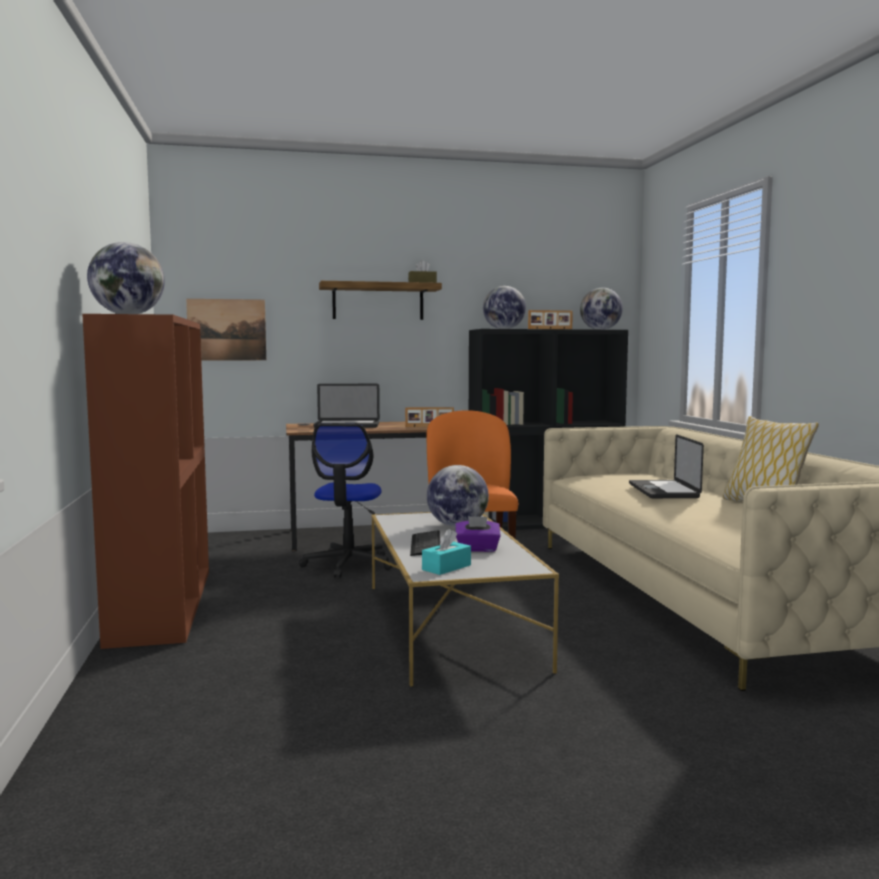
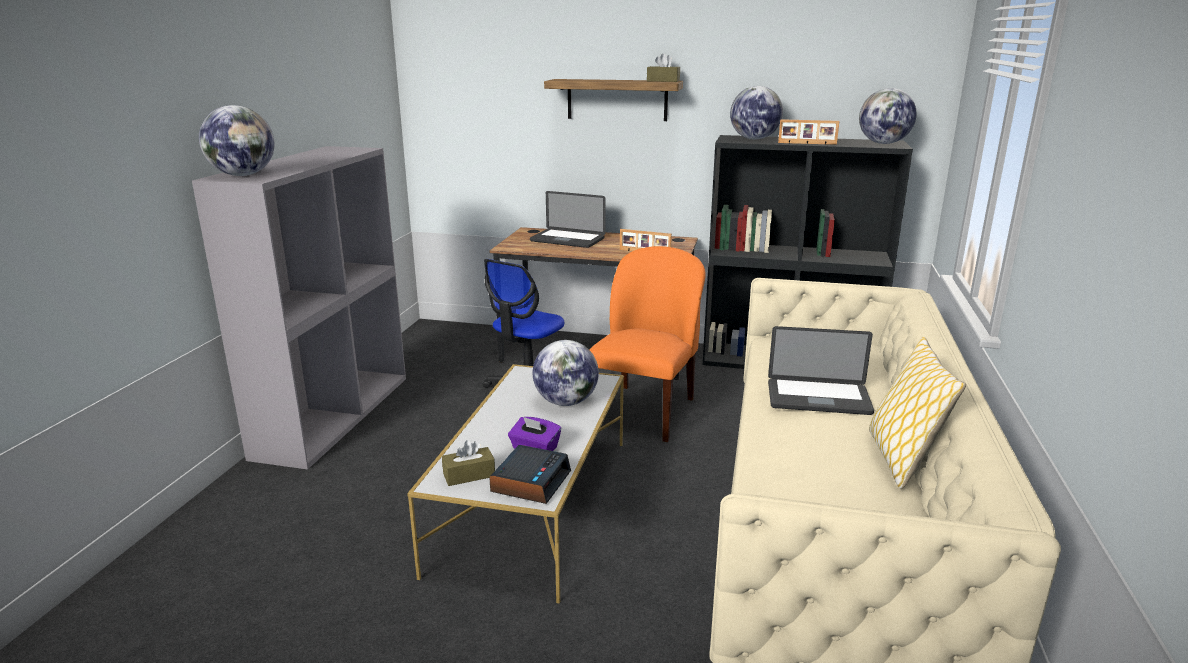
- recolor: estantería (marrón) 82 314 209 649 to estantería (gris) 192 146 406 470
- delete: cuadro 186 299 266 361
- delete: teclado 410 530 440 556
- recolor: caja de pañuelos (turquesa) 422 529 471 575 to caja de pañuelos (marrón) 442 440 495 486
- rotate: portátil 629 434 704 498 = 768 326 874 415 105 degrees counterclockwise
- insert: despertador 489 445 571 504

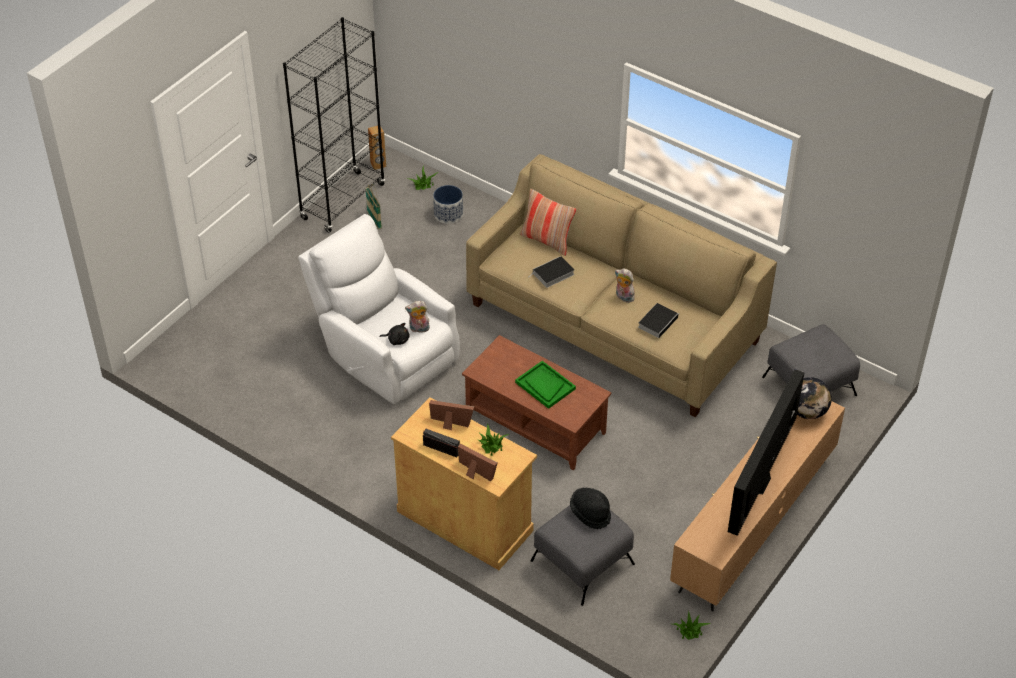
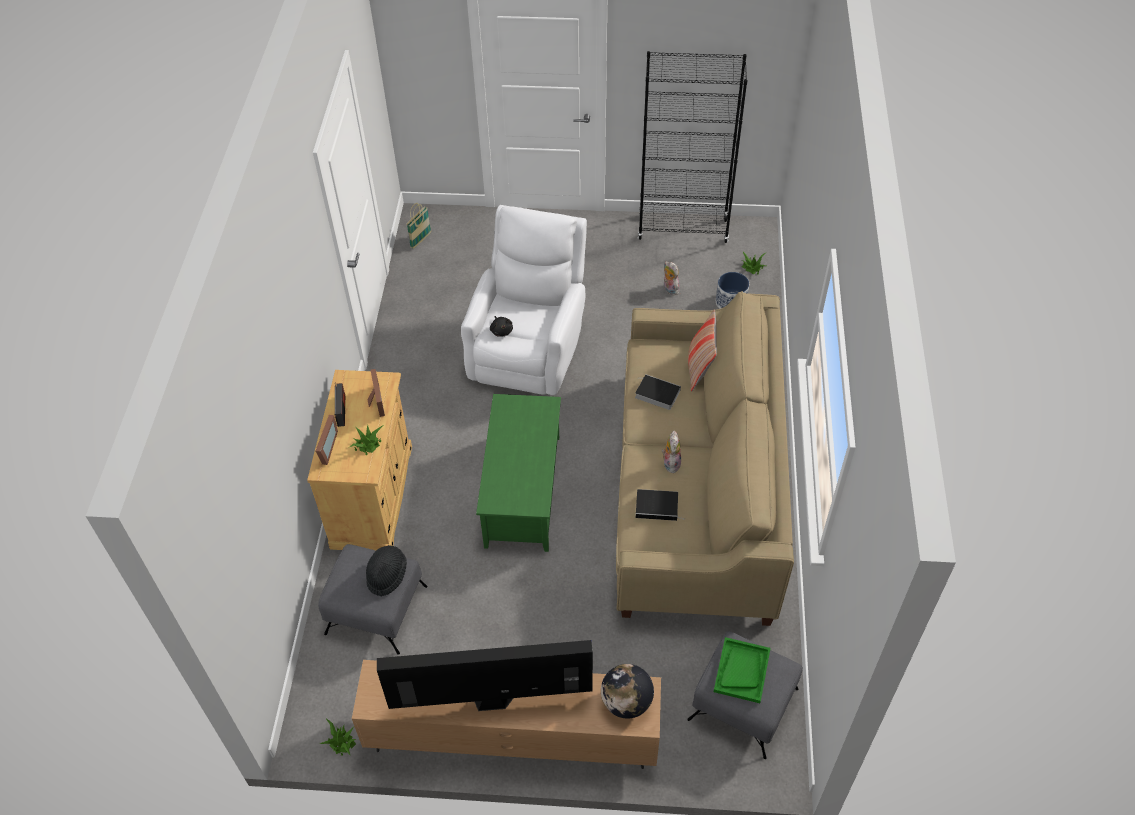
- move: cesta 365 184 382 229 to 406 203 431 249
- delete: altavoz (marrón) 368 125 386 170
- move: peluche 405 301 430 333 to 664 262 680 295
- recolor: mesa de centro (marrón) 462 335 611 470 to mesa de centro (verde) 476 394 561 552
- move: bandeja (verde) 515 361 576 409 to 714 637 771 703

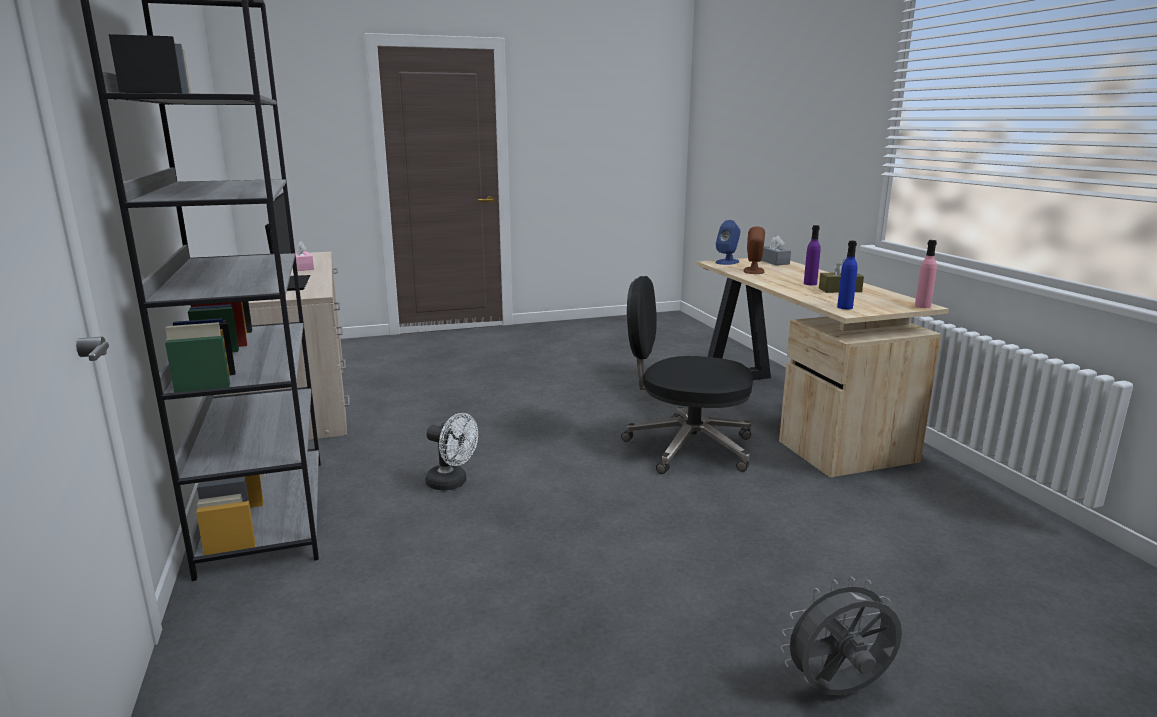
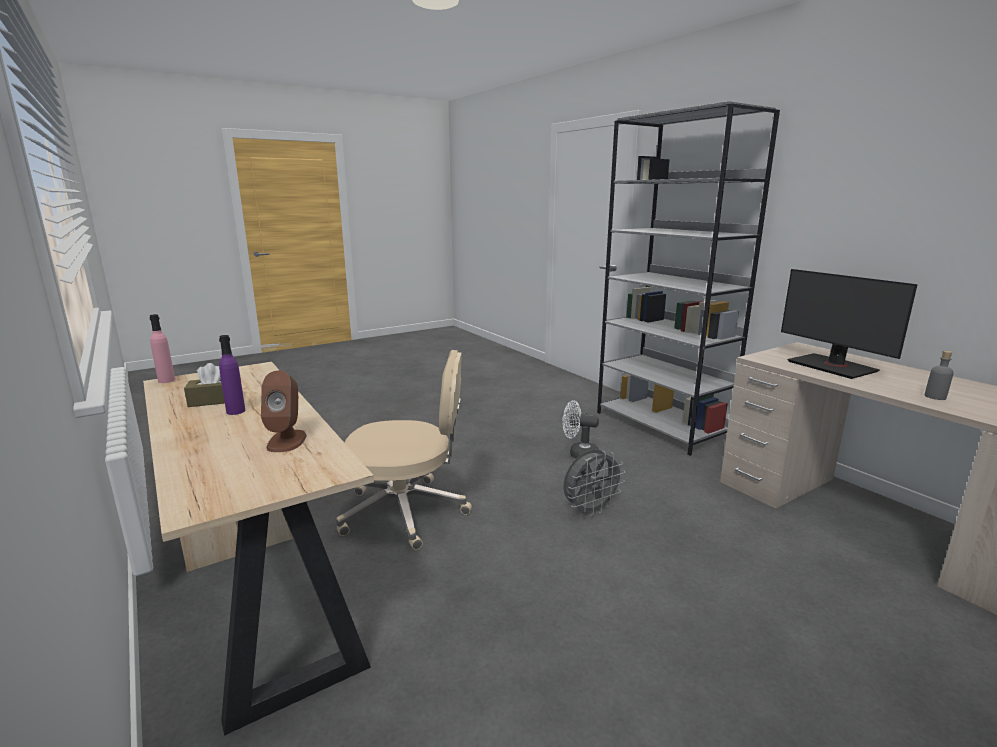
- replace: caja de pañuelos (rosa) 295 241 314 271 to botella (gris) 925 351 954 400
- recolor: silla de oficina (negro) 621 276 753 474 to silla de oficina (beis) 336 350 472 550
- delete: altavoz (azul) 715 220 740 265
- delete: caja de pañuelos (gris) 761 236 791 265
- move: ventilador (gris) 780 577 902 695 to 563 450 625 516
- delete: botella (azul) 837 241 857 309

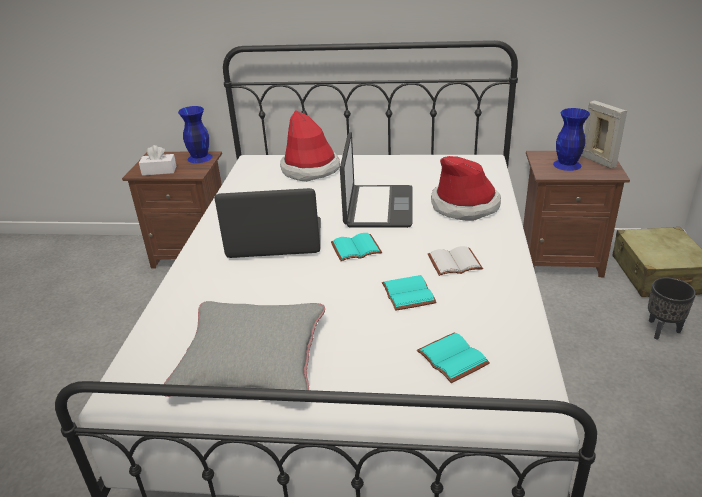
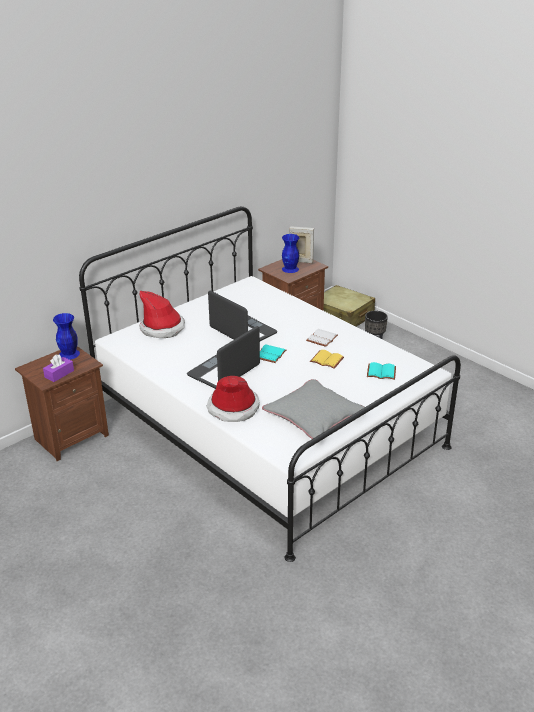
- recolor: caja de pañuelos (blanco) 139 145 176 176 to caja de pañuelos (morado) 43 355 74 382
- recolor: libro (turquesa) 382 275 437 311 to libro (amarillo) 310 350 344 369
- move: sombrero 431 156 501 221 to 206 376 260 422

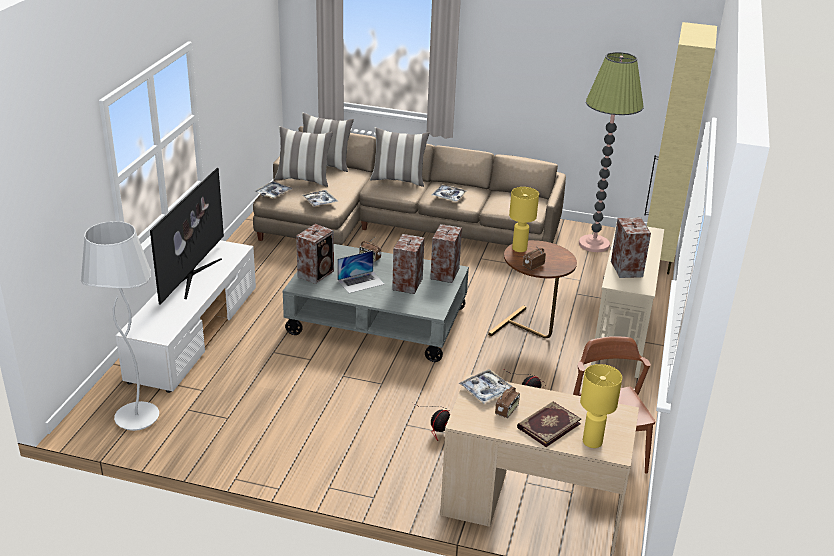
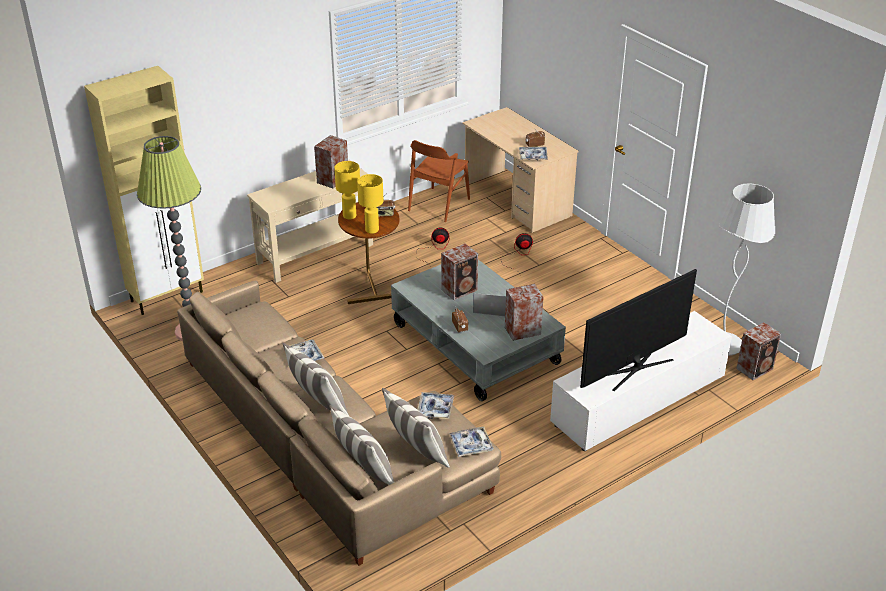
- move: altavoz 430 224 462 283 to 736 322 781 380
- delete: libro 517 401 581 447
- move: lámpara de mesa (amarillo) 580 364 622 448 to 334 161 360 219

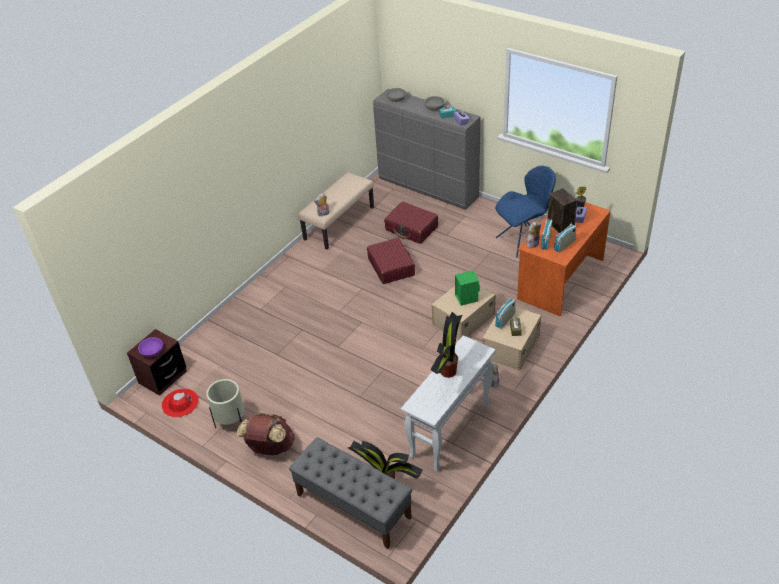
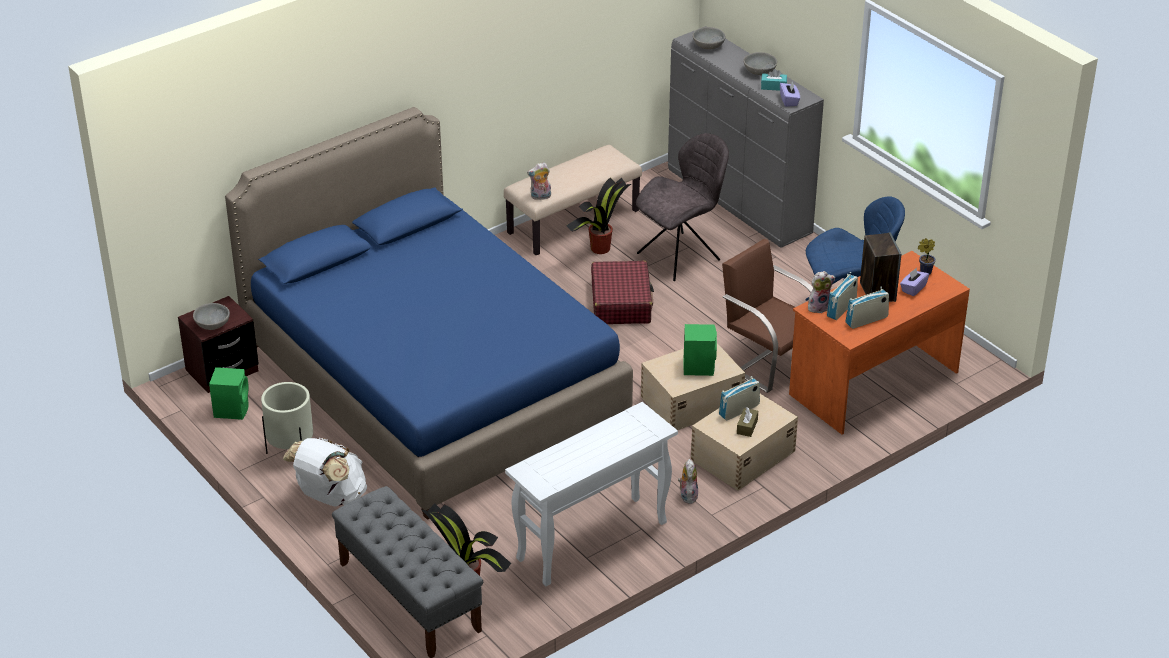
- recolor: cuenco (morado) 138 337 163 357 to cuenco (gris) 193 303 230 330
- replace: sombrero (rojo) 162 388 199 417 to altavoz (verde) 209 367 249 420
- recolor: mochila (marrón) 237 413 295 455 to mochila (blanco) 283 438 367 507
- replace: maleta (rojo) 384 202 438 244 to silla (gris) 636 133 729 281
- move: planta en maceta 431 312 463 378 to 566 177 631 254
- insert: cama (azul) 225 107 633 520
- insert: silla (marrón) 722 239 813 393

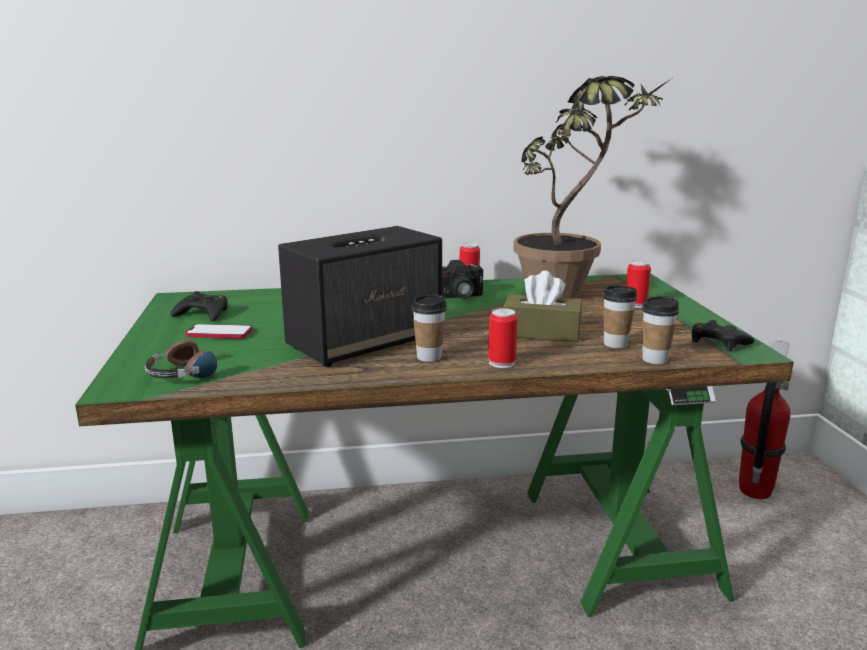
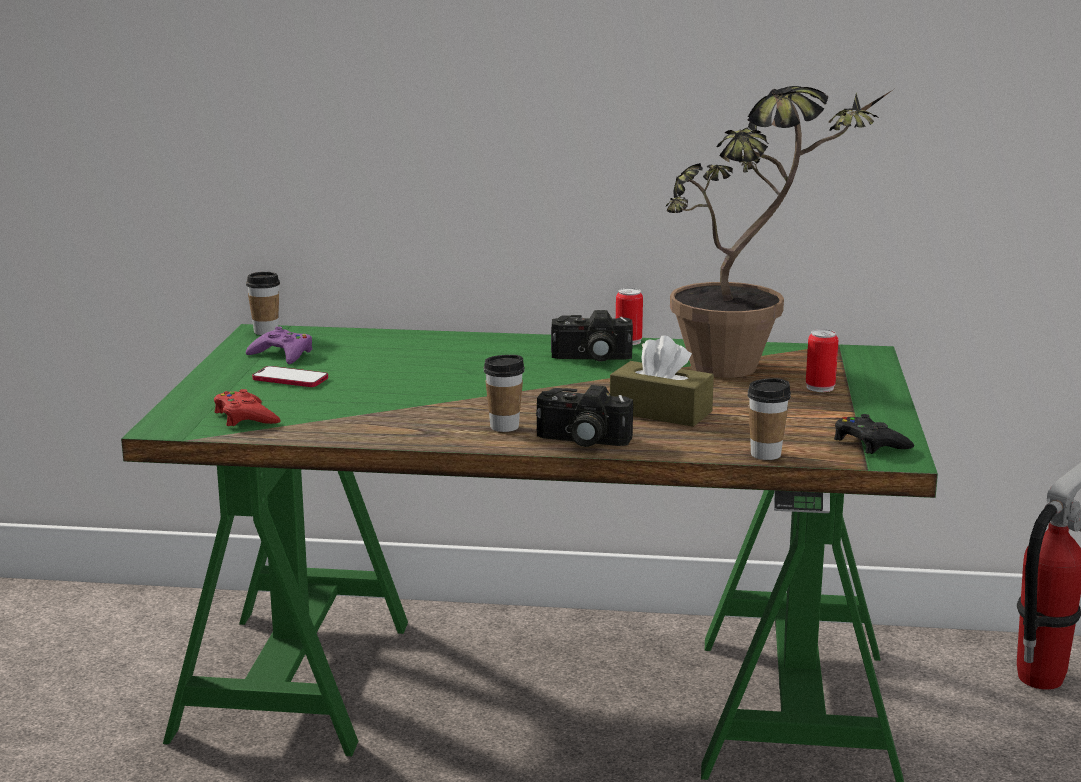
- replace: auriculares 145 340 236 378 to mando de consola (rojo) 214 389 281 427
- recolor: mando de consola (negro) 171 291 228 321 to mando de consola (morado) 246 327 313 364
- delete: altavoz 278 226 442 367
- replace: lata 488 308 517 368 to cámara 536 385 633 447
- move: taza 602 285 637 348 to 246 272 280 335

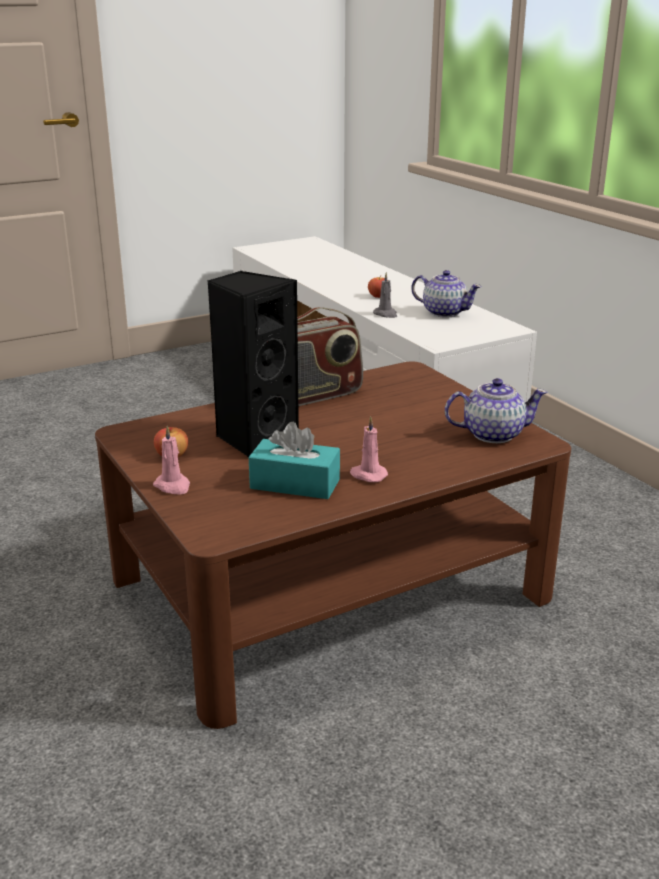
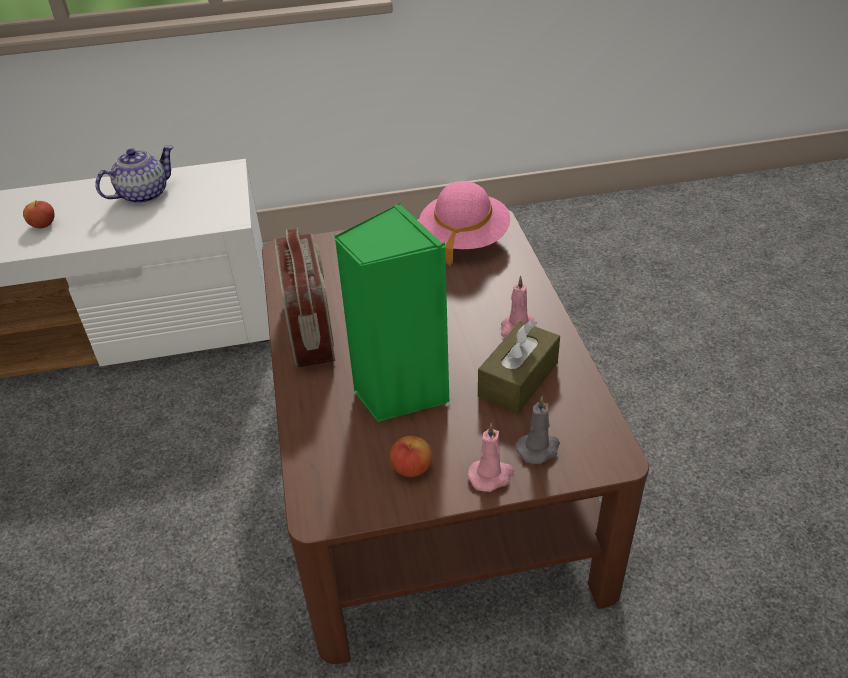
- recolor: altavoz (negro) 207 271 299 458 to altavoz (verde) 333 203 449 422
- recolor: caja de pañuelos (turquesa) 249 422 340 499 to caja de pañuelos (marrón) 478 320 560 414
- move: vela (gris) 373 272 397 318 to 516 396 560 464
- replace: tetera 445 378 548 443 to sombrero (rosa) 419 181 510 265

